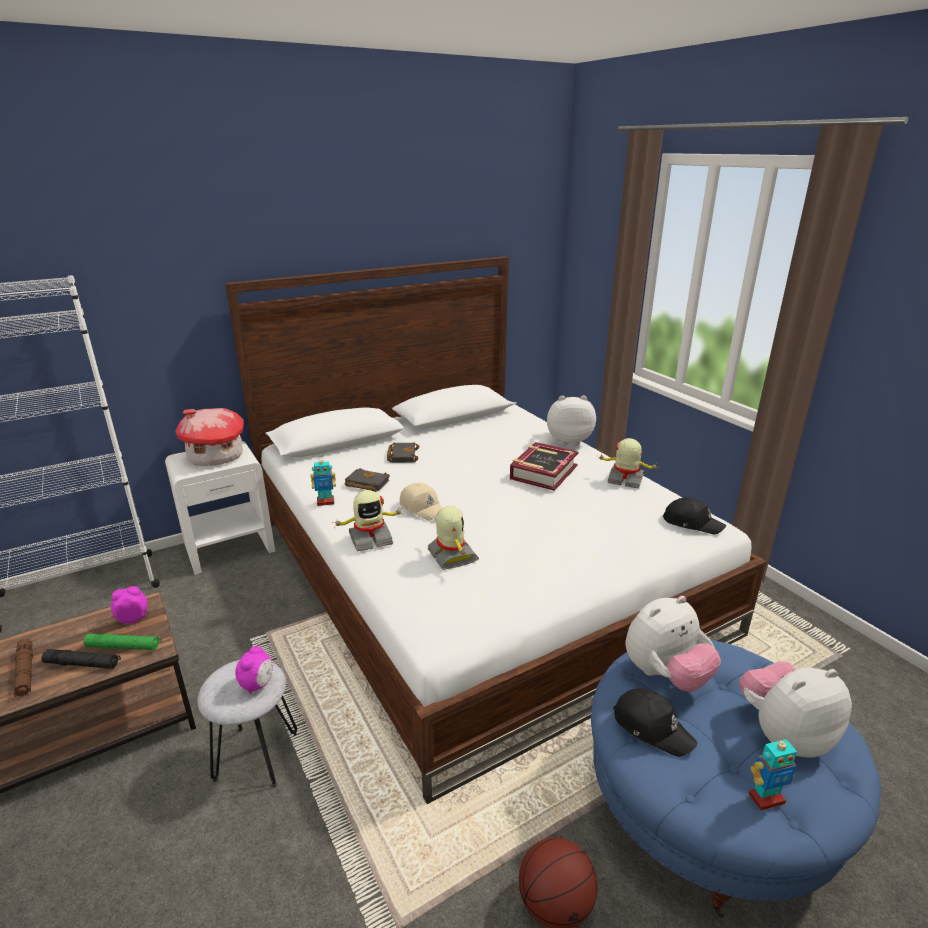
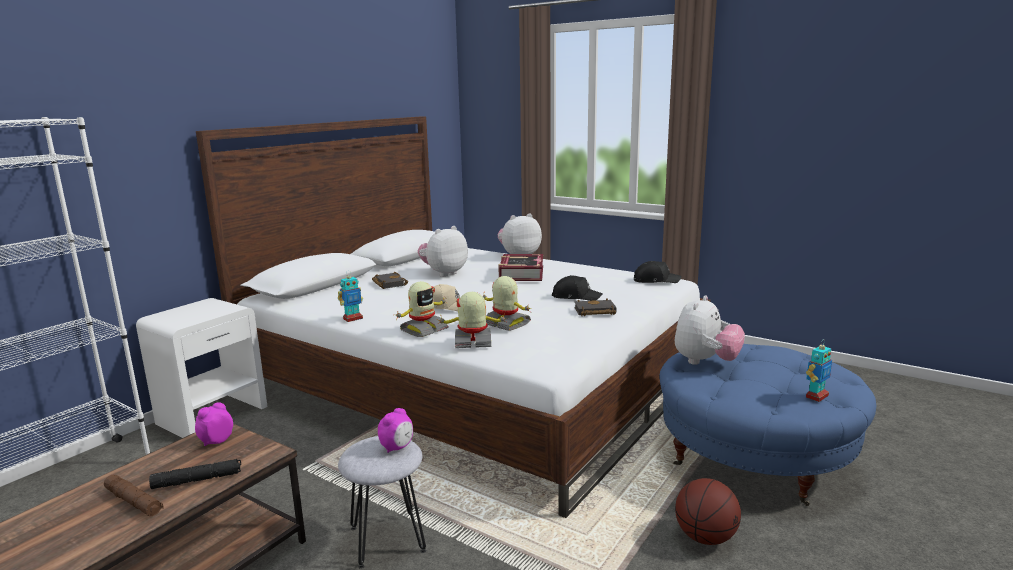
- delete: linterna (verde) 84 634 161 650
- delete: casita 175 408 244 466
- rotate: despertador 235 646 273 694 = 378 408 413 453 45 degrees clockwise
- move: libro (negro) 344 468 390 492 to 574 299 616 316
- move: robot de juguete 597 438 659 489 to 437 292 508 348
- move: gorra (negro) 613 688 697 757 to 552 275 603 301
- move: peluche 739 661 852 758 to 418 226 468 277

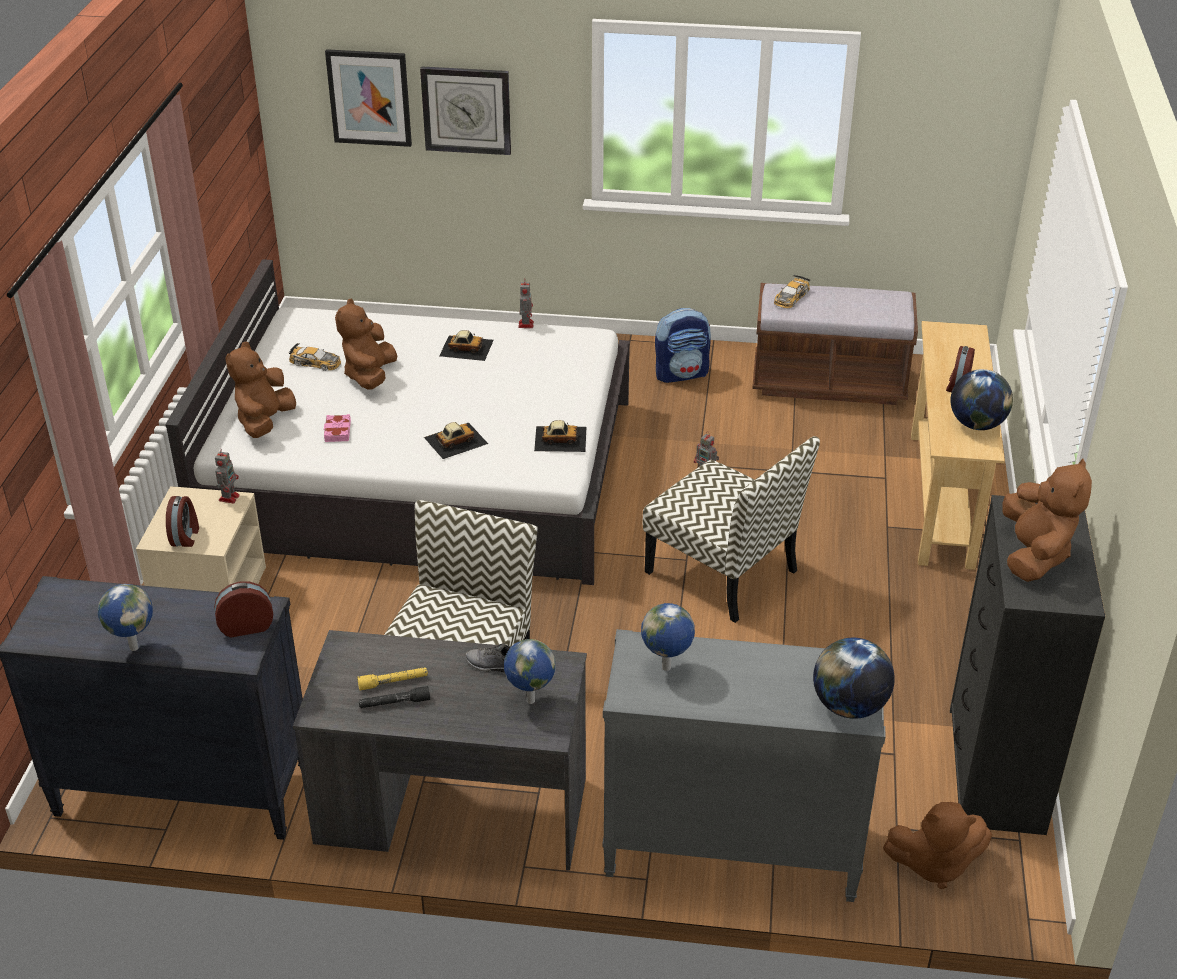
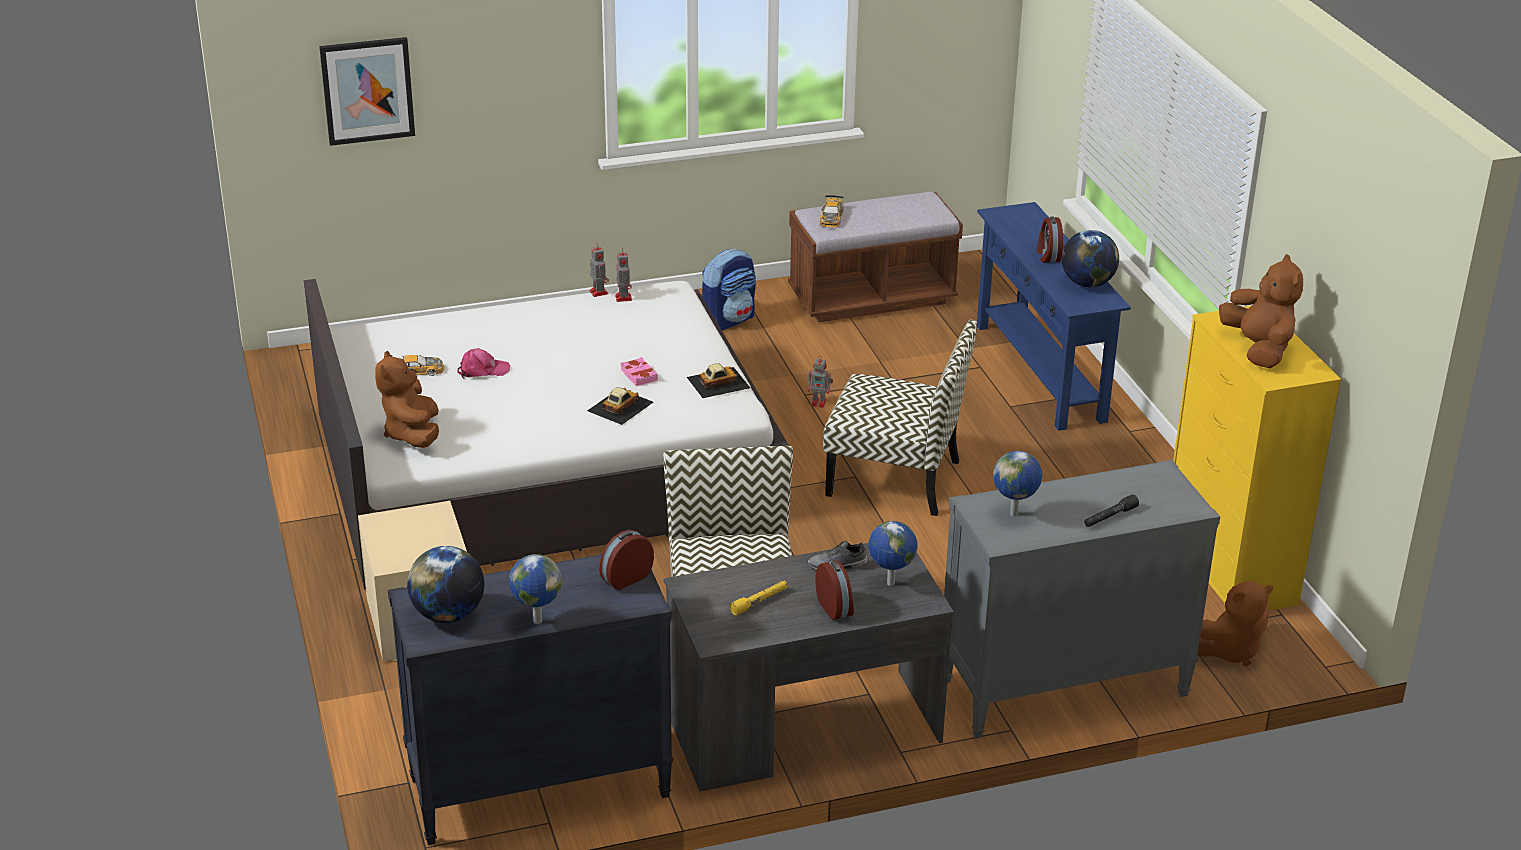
- move: despertador 166 496 199 547 to 815 561 854 620
- move: robot de juguete 215 449 240 504 to 615 248 632 302
- move: libro (rosa) 324 414 351 442 to 621 357 658 386
- replace: peluche (marrón) 335 299 397 390 to gorra (rosa) 457 348 510 379
- move: linterna (negro) 359 686 430 708 to 1084 494 1139 527
- delete: reloj de pared 420 66 511 155
- delete: coche de juguete 439 330 494 361
- move: globo terráqueo 813 638 895 719 to 407 546 484 623
- recolor: mesa consola (beis) 911 321 1005 570 to mesa consola (azul) 977 202 1131 431
- recolor: cómoda (negro) 950 495 1105 835 to cómoda (amarillo) 1173 306 1341 611

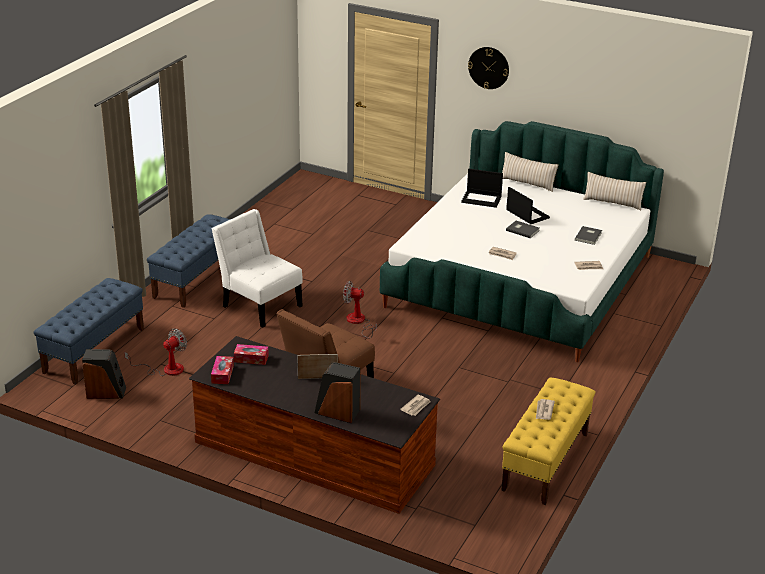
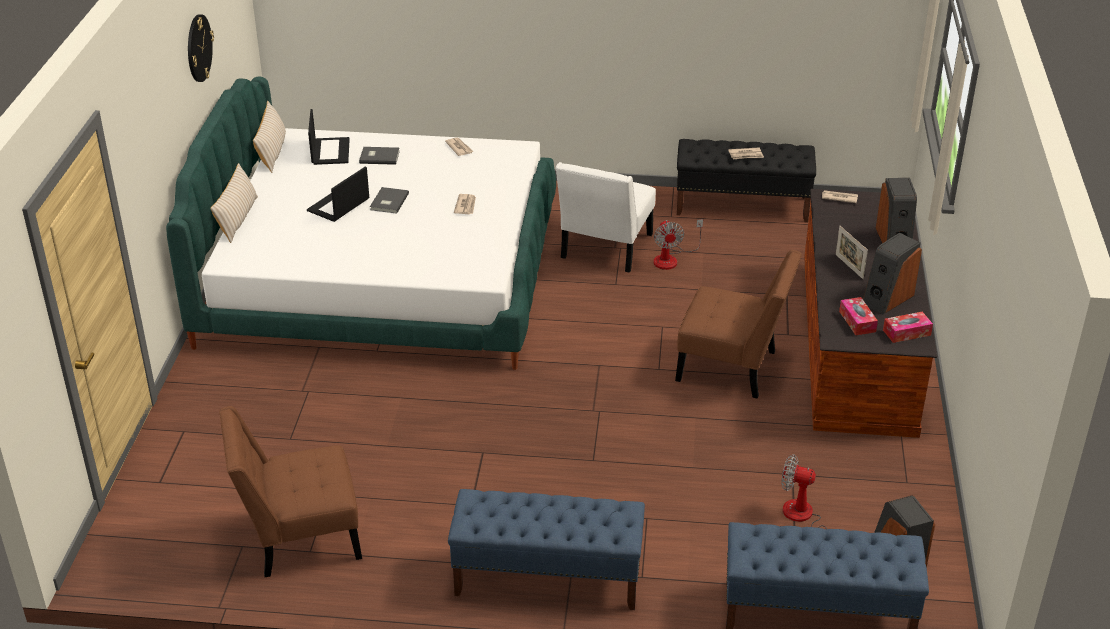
- move: silla (blanco) 212 209 303 328 to 556 162 656 273
- move: ventilador 343 281 377 338 to 653 219 703 270
- move: portátil 461 169 503 208 to 308 109 350 165
- move: reloj de pared 468 47 509 89 to 188 14 214 82
- recolor: banco (amarillo) 501 377 595 505 to banco (negro) 677 139 816 223
- insert: silla (marrón) 219 406 362 577
- insert: altavoz 863 233 922 315

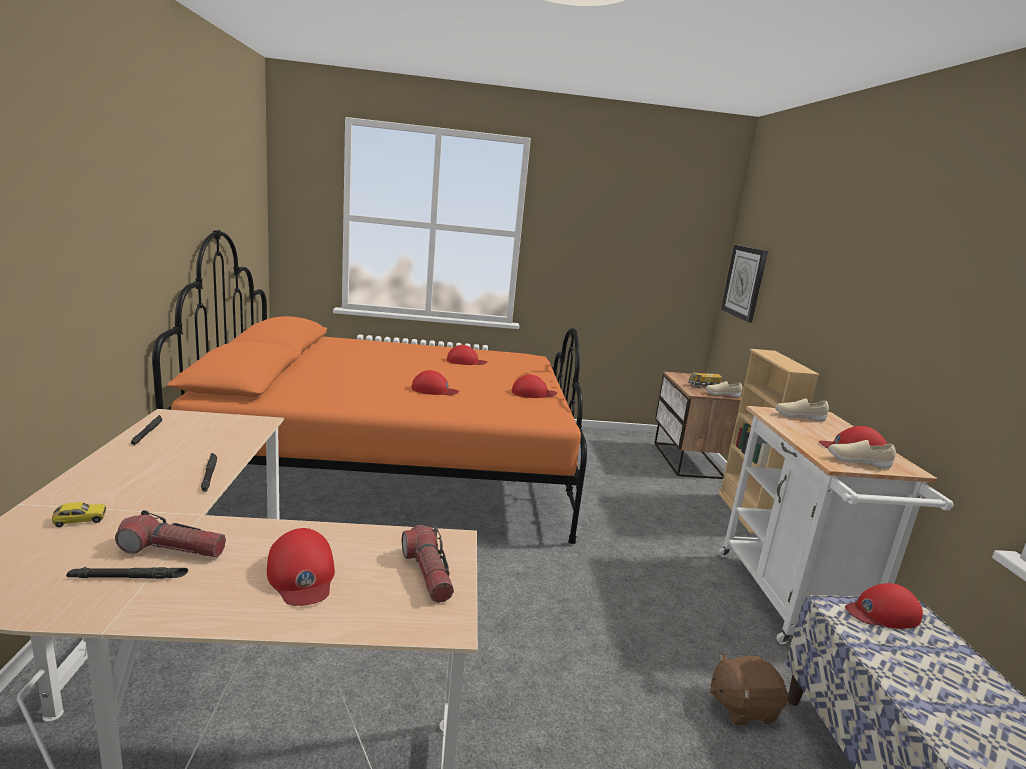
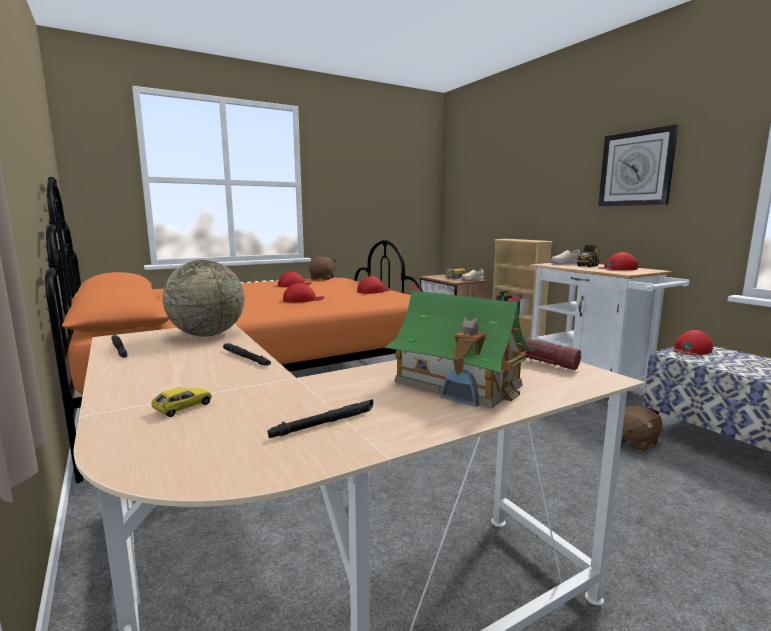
- delete: linterna 115 510 226 557
- replace: gorra (rojo) 267 528 335 606 to casita 385 282 535 408
- move: reloj de pared 721 245 768 323 to 598 125 678 206
- delete: zapato (beis) 828 440 896 469
- insert: globo terráqueo 163 260 244 337
- insert: peluche (marrón) 309 257 337 280
- insert: camión de juguete 577 245 600 267

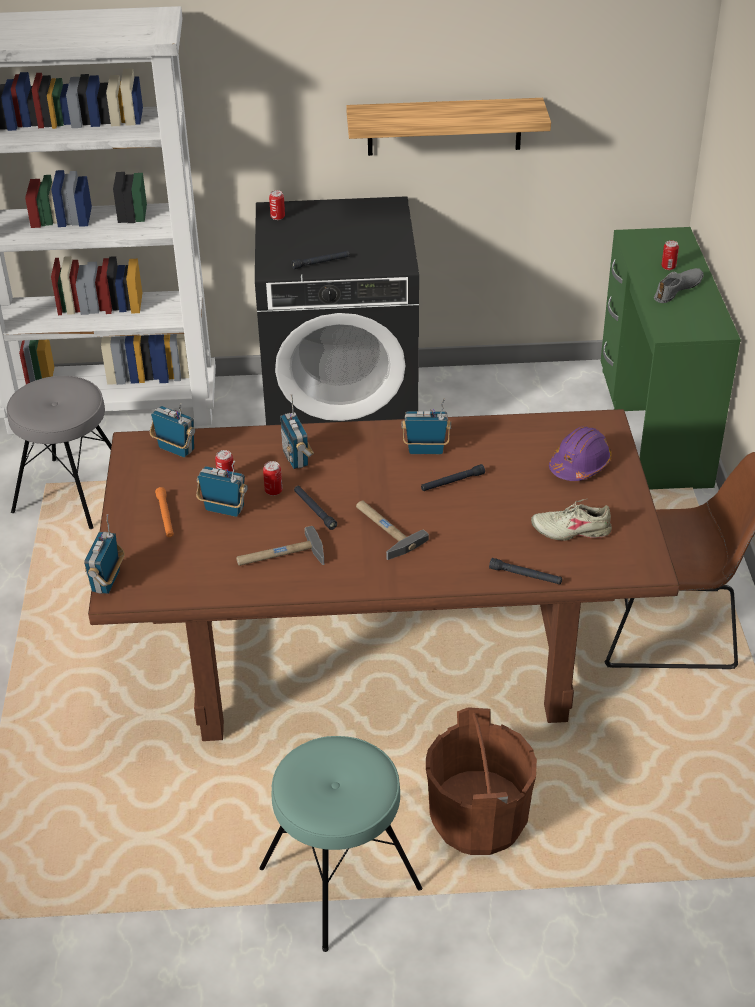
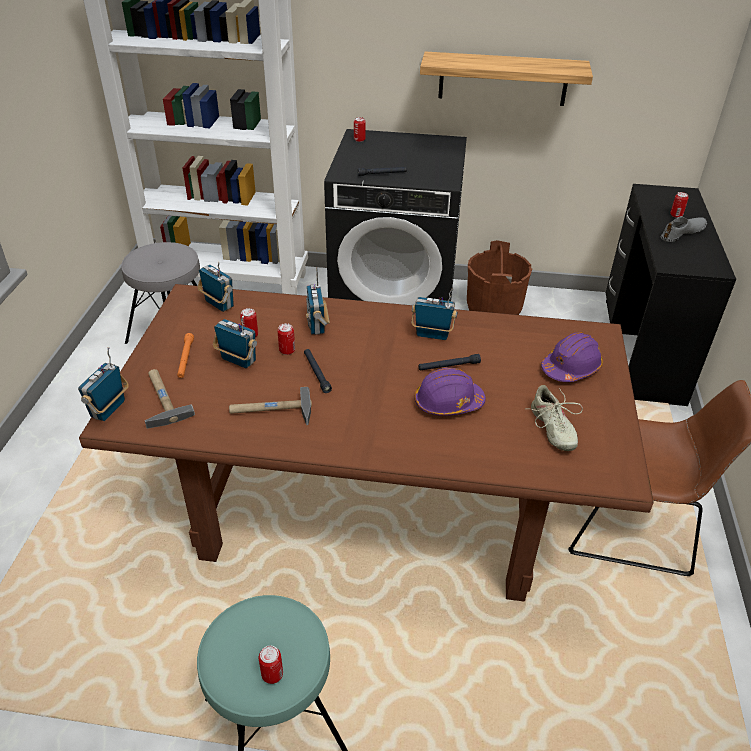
- move: martillo 356 501 429 560 to 145 369 195 429
- move: cubo (marrón) 426 707 537 855 to 467 240 532 315
- delete: linterna (negro) 489 558 562 585
- rotate: zapato (beis) 531 499 612 541 = 531 385 583 451 120 degrees counterclockwise
- recolor: escritorio (verde) 601 227 741 490 to escritorio (negro) 606 184 736 406
- insert: lata 259 645 283 684
- insert: casco (morado) 415 368 486 416

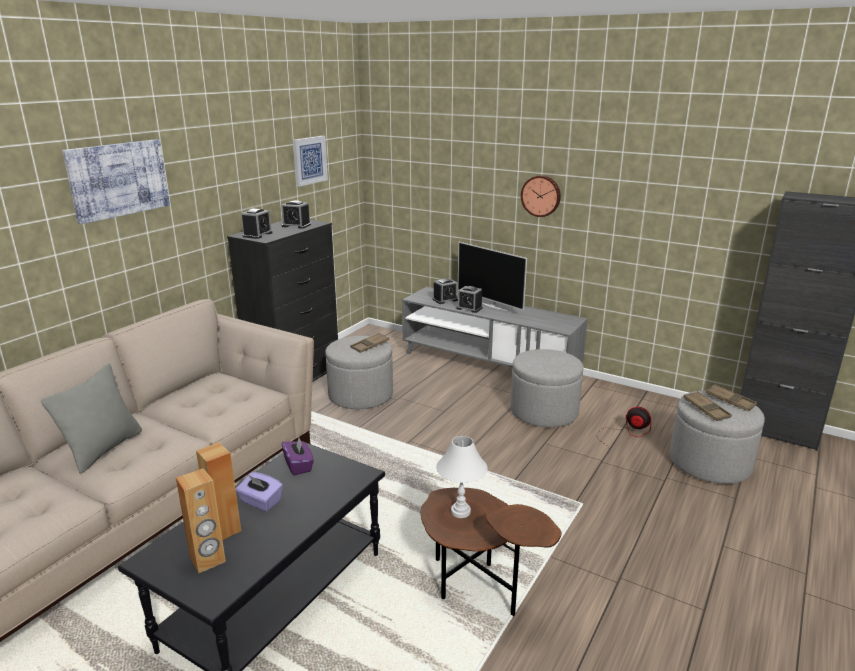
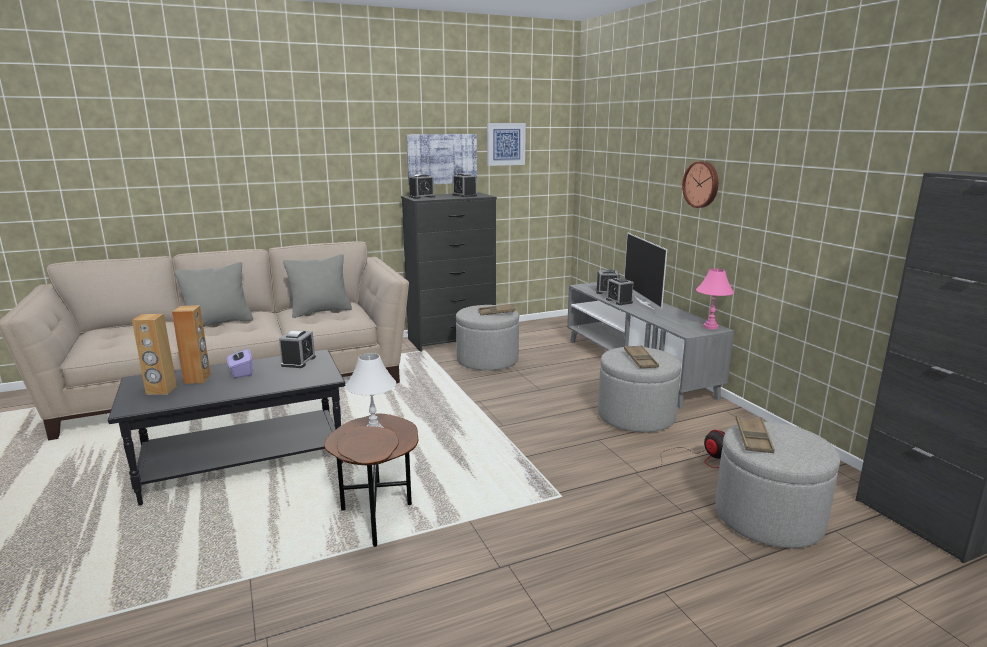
- move: cuadro 62 139 170 224 to 406 134 477 185
- replace: caja de pañuelos (morado) 282 438 314 475 to despertador 279 330 316 368
- move: bandeja (marrón) 706 384 757 412 to 624 345 659 368
- insert: cojín (gris) 283 254 352 318
- insert: lámpara de mesa (rosa) 696 269 734 330

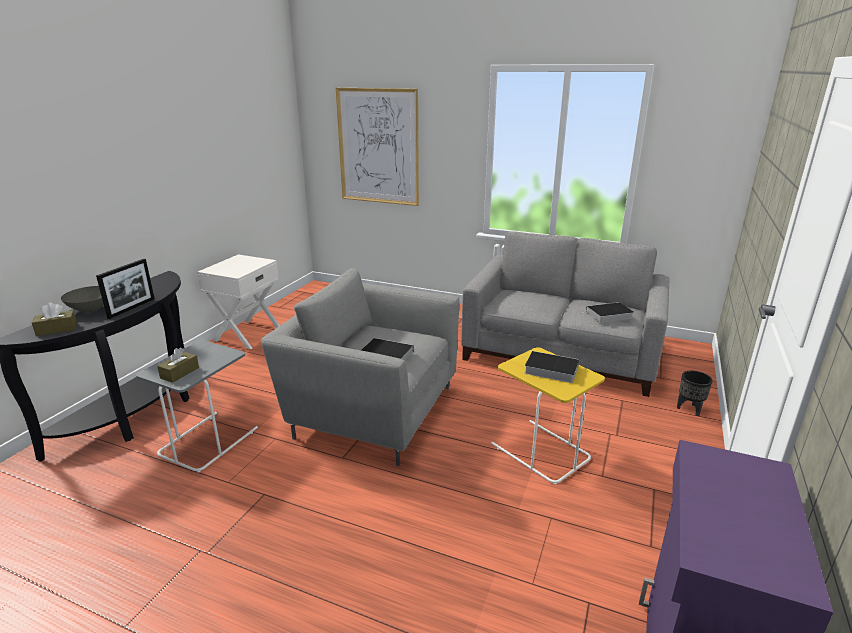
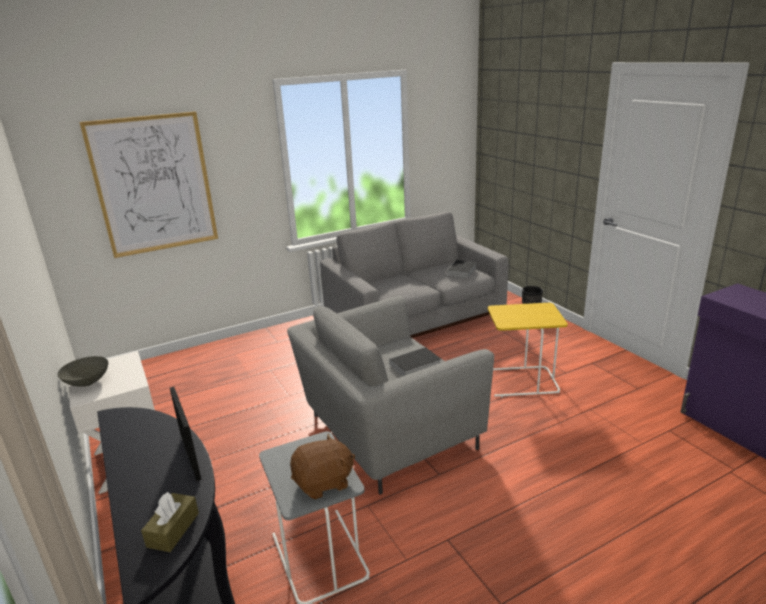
- move: cuenco (gris) 61 286 104 312 to 57 356 108 387
- replace: caja de pañuelos (marrón) 157 348 199 383 to peluche (marrón) 290 434 355 499
- delete: libro 523 351 579 383

